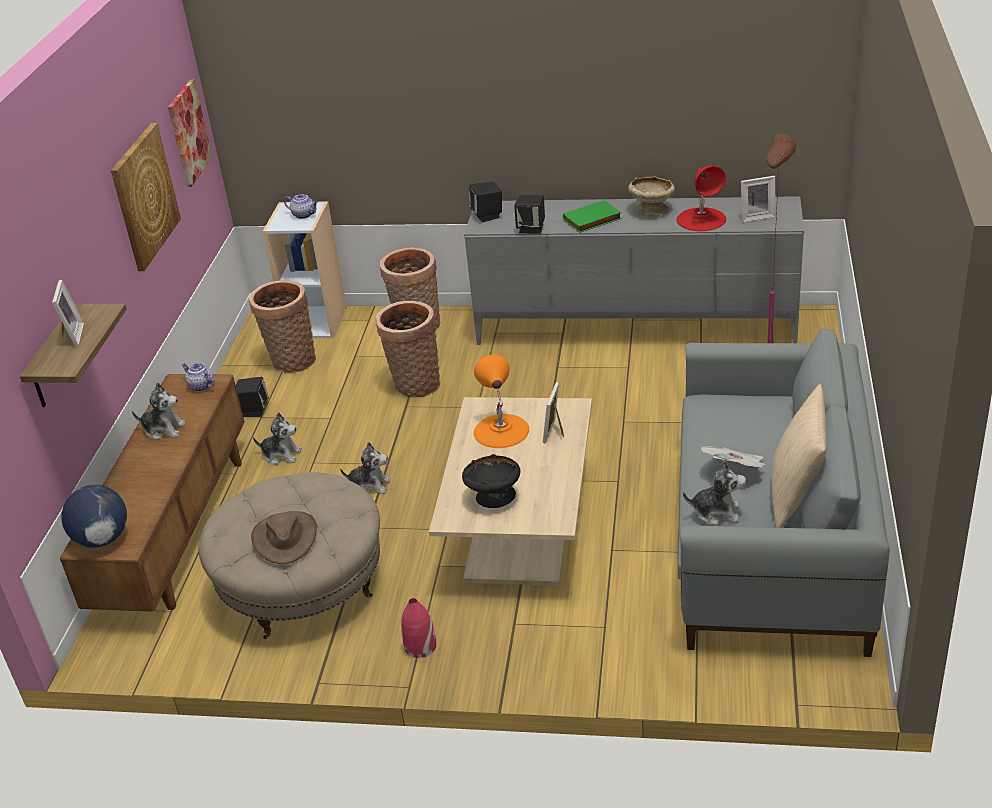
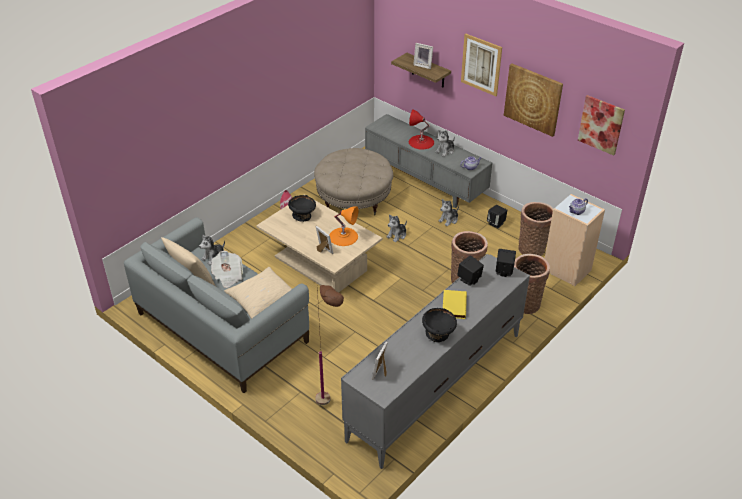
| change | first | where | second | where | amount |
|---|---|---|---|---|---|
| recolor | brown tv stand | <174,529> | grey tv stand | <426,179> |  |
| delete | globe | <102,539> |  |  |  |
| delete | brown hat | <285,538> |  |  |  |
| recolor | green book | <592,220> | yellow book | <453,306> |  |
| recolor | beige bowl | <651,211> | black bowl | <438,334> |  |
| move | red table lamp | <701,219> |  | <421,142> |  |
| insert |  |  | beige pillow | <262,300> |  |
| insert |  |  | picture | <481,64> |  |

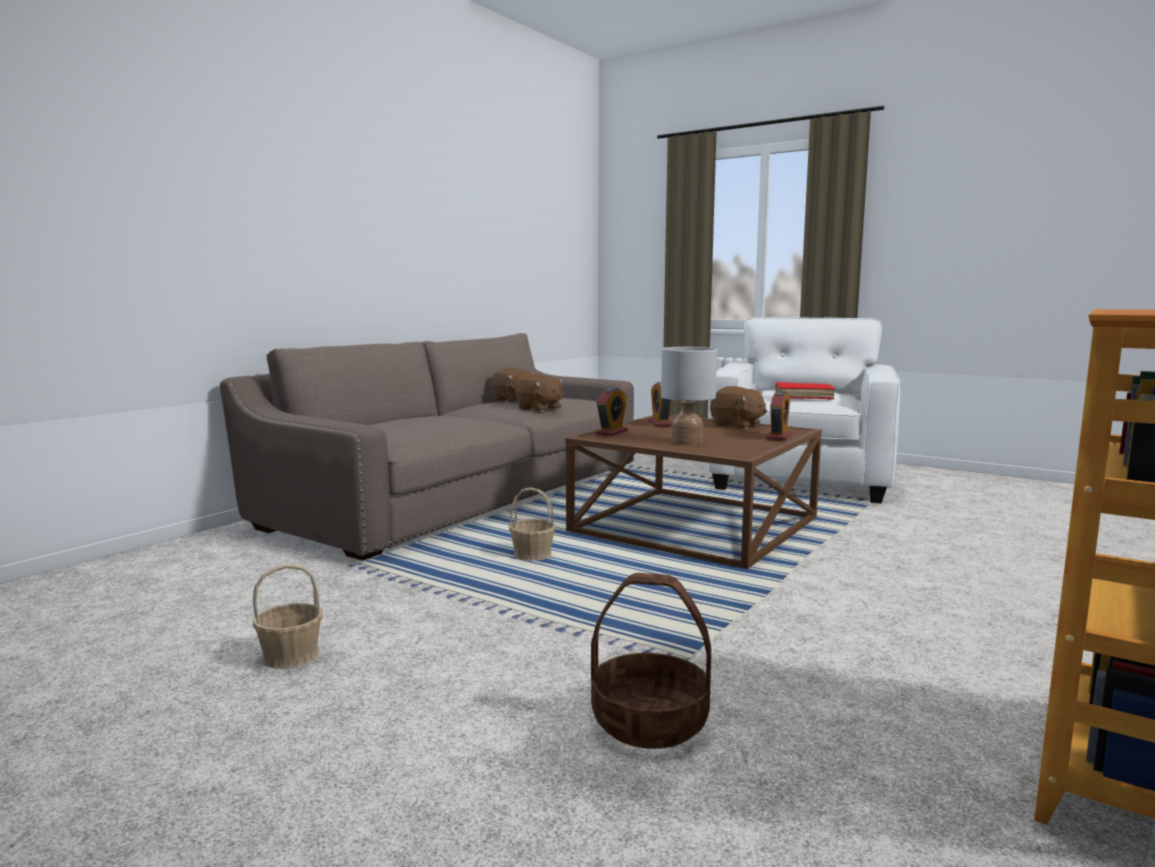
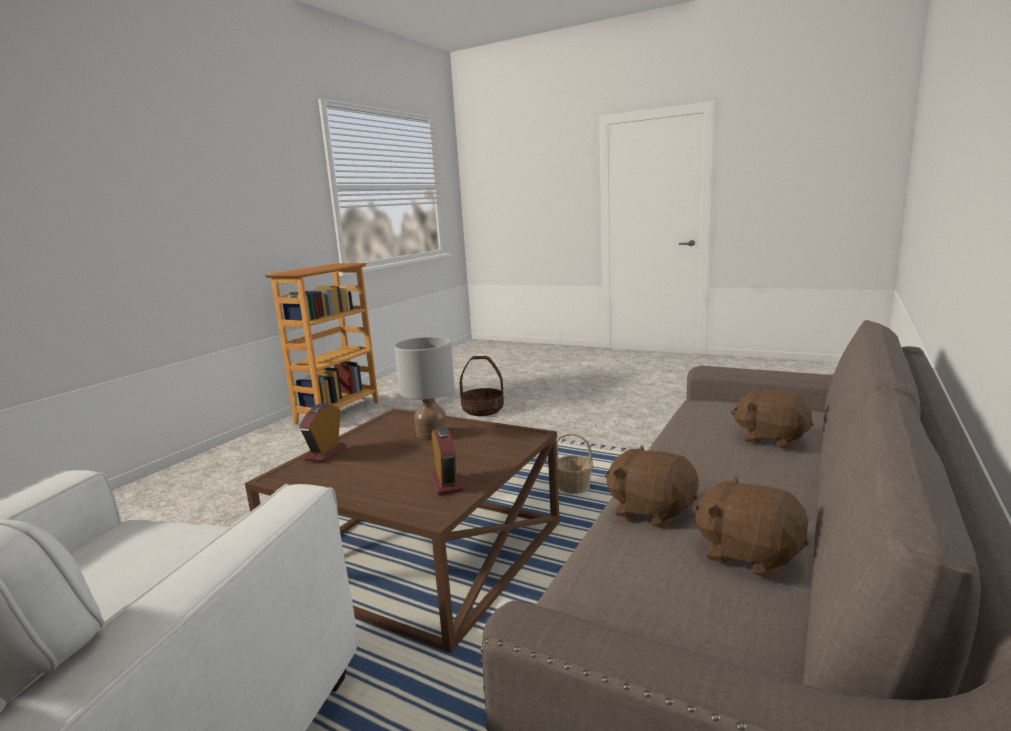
| change | first | where | second | where | amount |
|---|---|---|---|---|---|
| delete | basket | <291,656> |  |  |  |
| delete | alarm clock | <611,432> |  |  |  |
| move | brown plush toy | <737,425> |  | <771,438> |  |
| delete | red book | <803,397> |  |  |  |

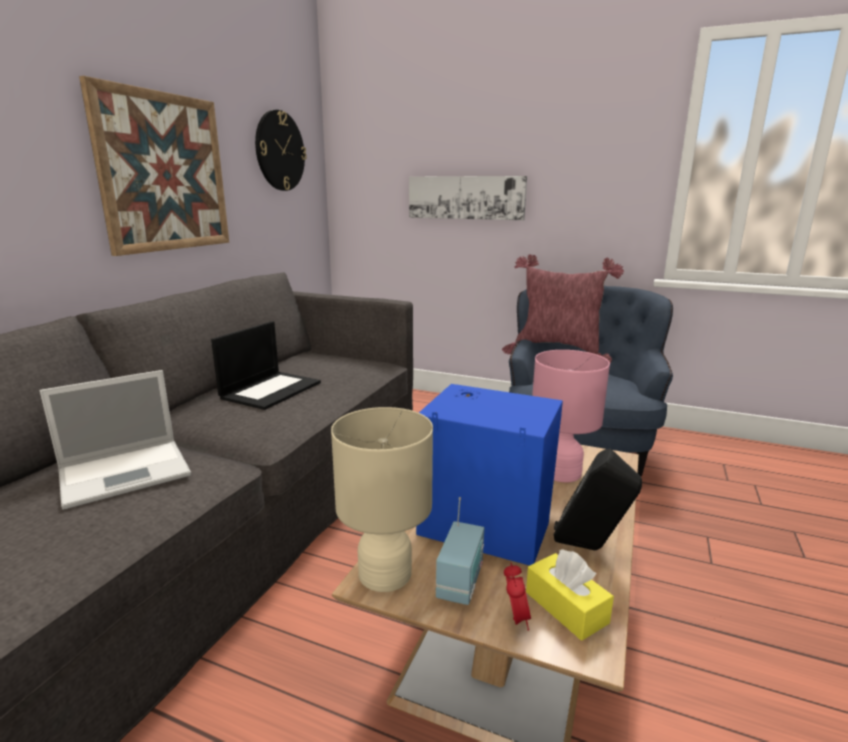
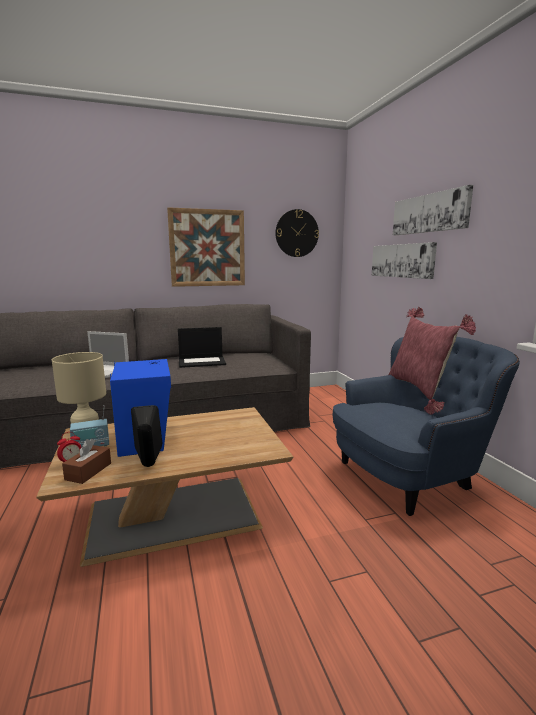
| change | first | where | second | where | amount |
|---|---|---|---|---|---|
| recolor | yellow tissue box | <566,607> | brown tissue box | <88,471> |  |
| delete | pink table lamp | <560,472> |  |  |  |
| insert |  |  | picture | <429,213> |  |

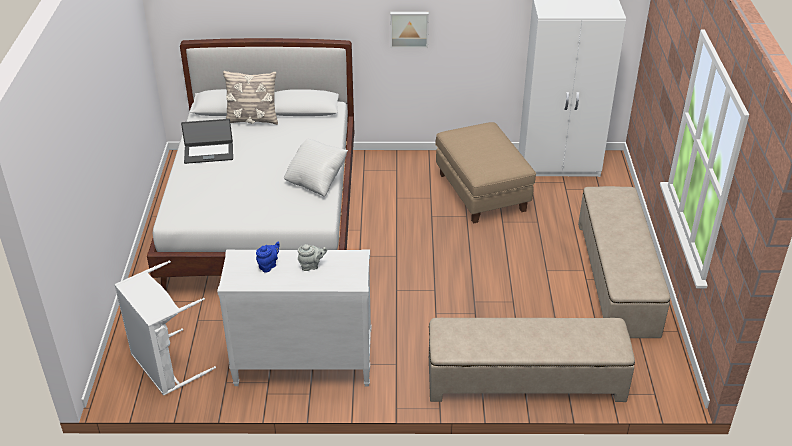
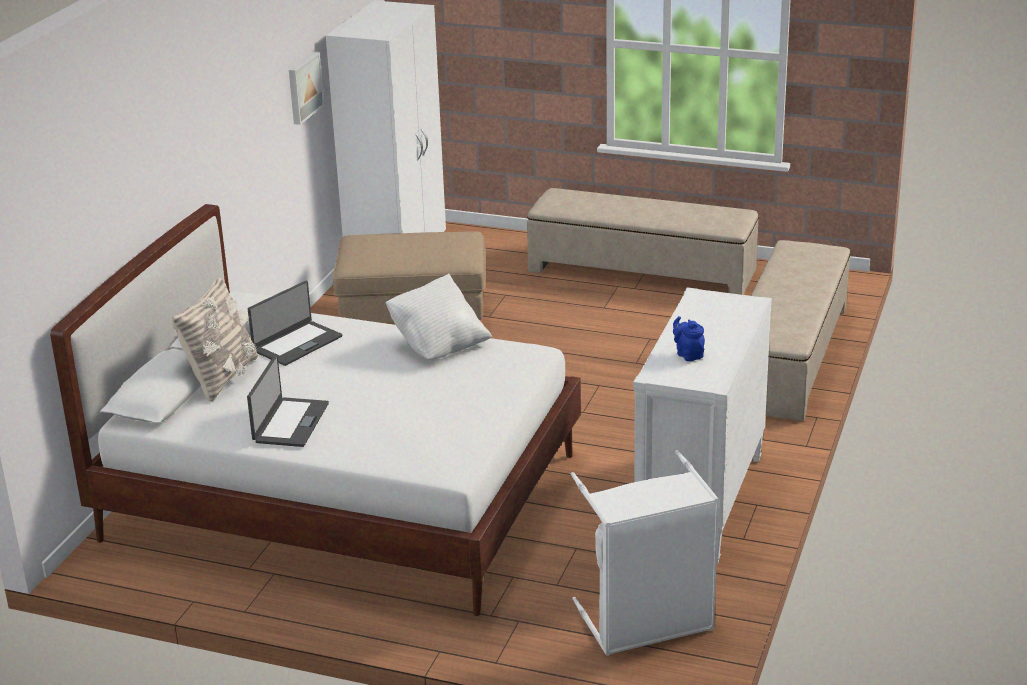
| change | first | where | second | where | amount |
|---|---|---|---|---|---|
| delete | grey teapot | <311,266> |  |  |  |
| move | picture | <409,29> |  | <303,87> |  |
| insert |  |  | laptop | <296,343> |  |

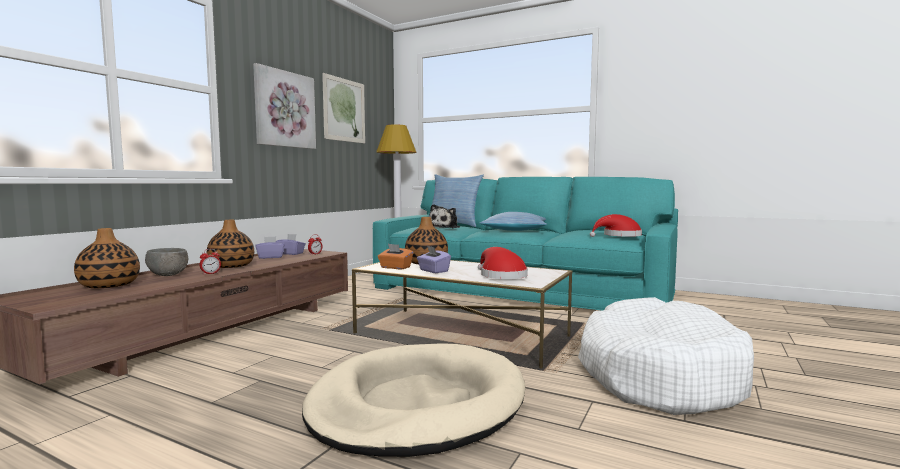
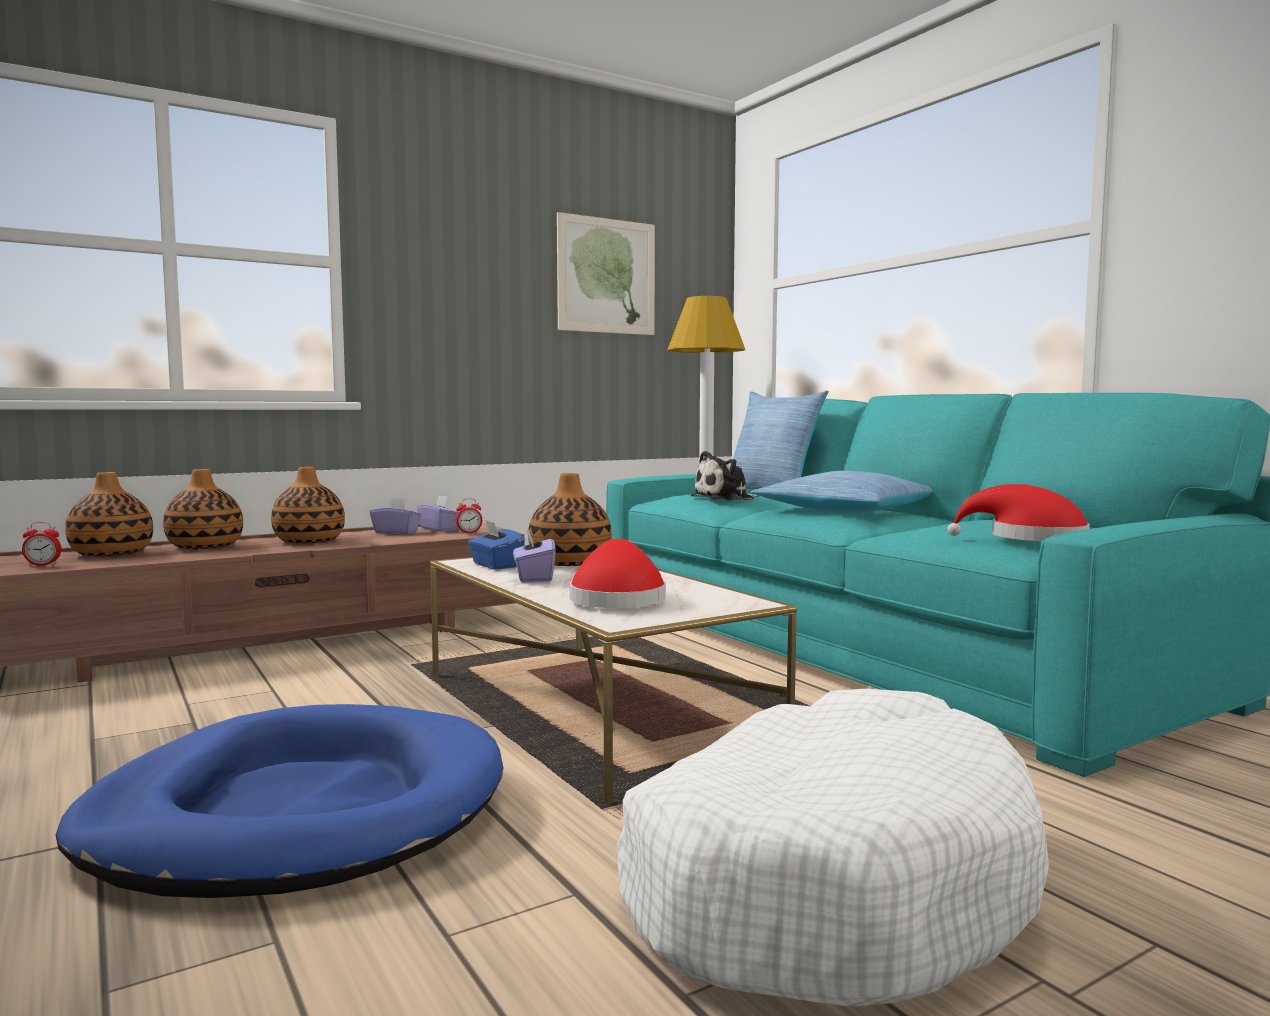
| change | first | where | second | where | amount |
|---|---|---|---|---|---|
| replace | grey bowl | <168,275> | vase | <204,547> |  |
| move | alarm clock | <210,273> |  | <43,565> |  |
| delete | picture | <284,109> |  |  |  |
| recolor | beige dog bed | <417,404> | blue dog bed | <298,812> |  |
| recolor | orange tissue box | <395,267> | blue tissue box | <495,565> |  |

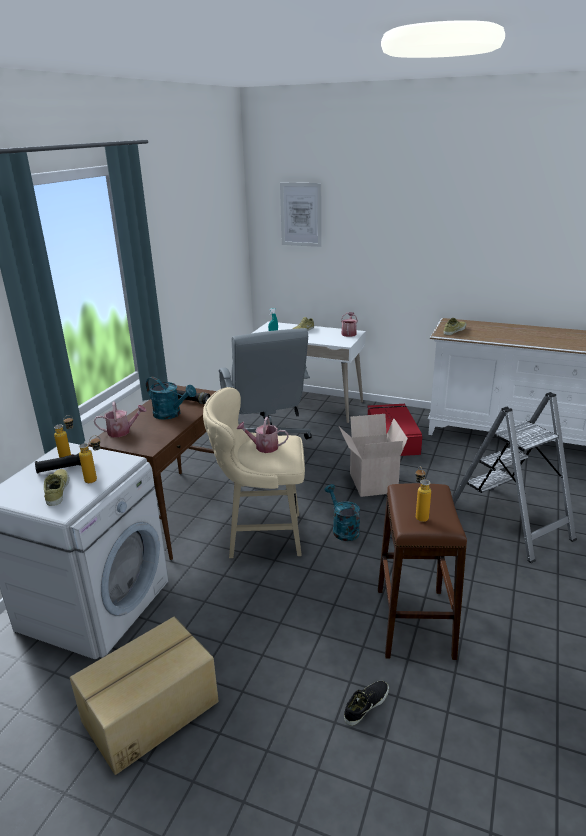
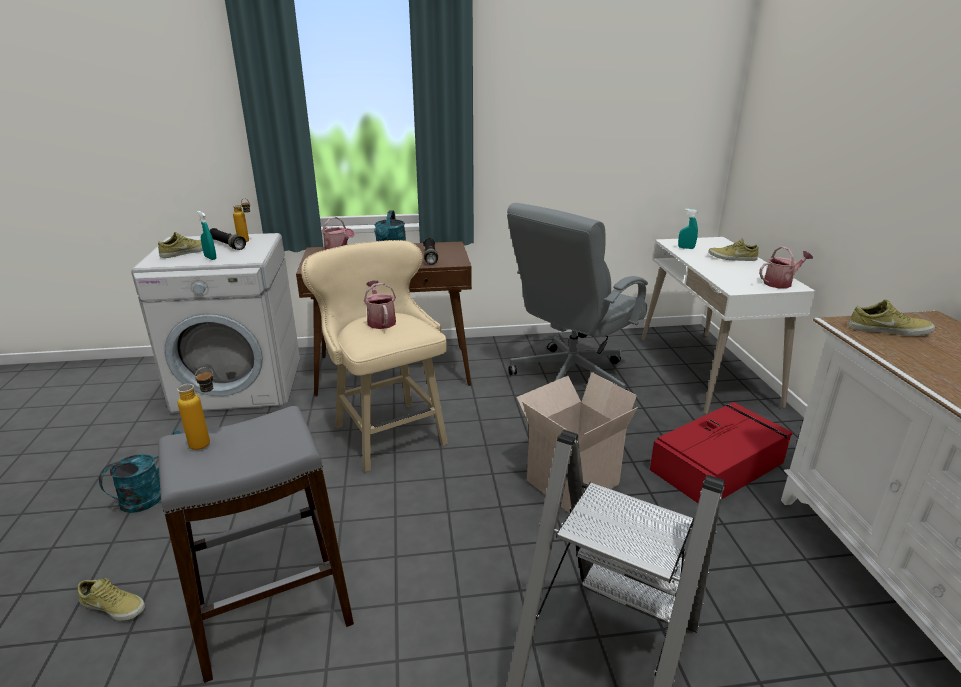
| change | first | where | second | where | amount |
|---|---|---|---|---|---|
| delete | cardboard box | <149,711> |  |  |  |
| replace | bottle | <96,479> | turquoise spray bottle | <210,258> |  |
| delete | picture | <301,214> |  |  |  |
| move | turquoise watering can | <343,529> |  | <150,494> |  |
| recolor | black shoe | <365,704> | beige shoe | <115,605> |  |
| recolor | brown stool | <414,622> | grey stool | <274,612> |  |

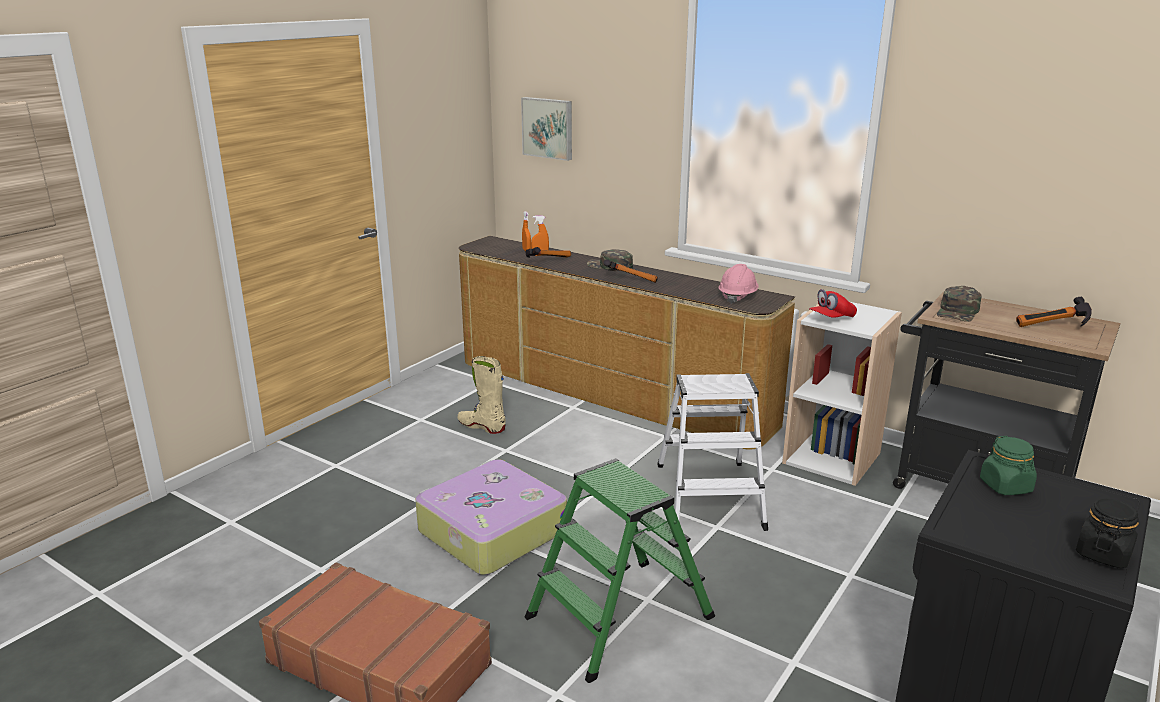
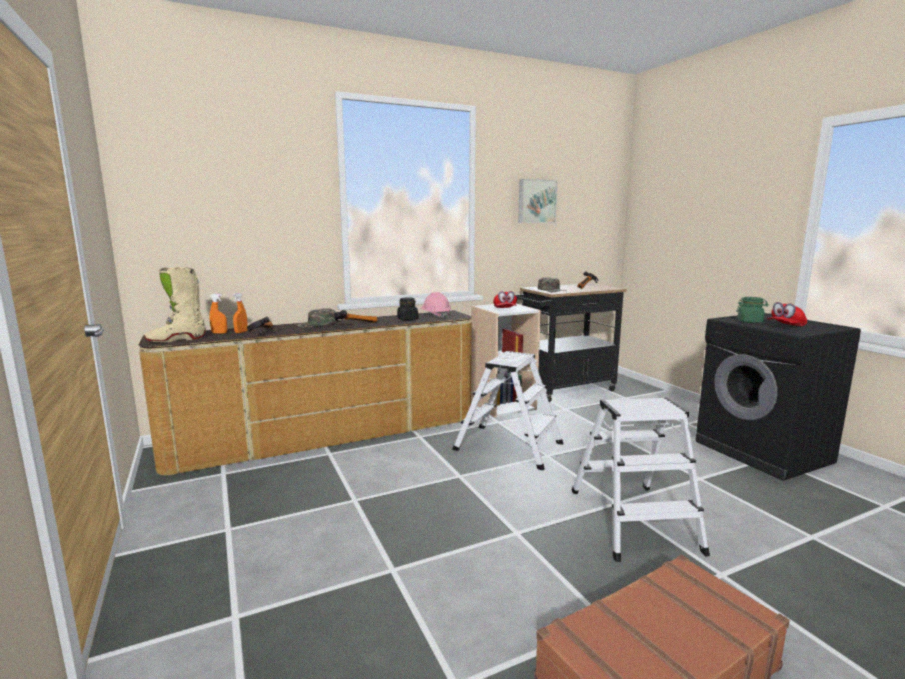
| change | first | where | second | where | amount |
|---|---|---|---|---|---|
| delete | suitcase | <490,531> |  |  |  |
| move | beige boot | <482,426> |  | <176,339> |  |
| move | picture | <548,128> |  | <536,201> |  |
| recolor | green step ladder | <619,617> | white step ladder | <633,519> |  |
| move | black jar | <1103,554> |  | <407,319> |  |
| insert |  |  | red cap | <785,327> |  |

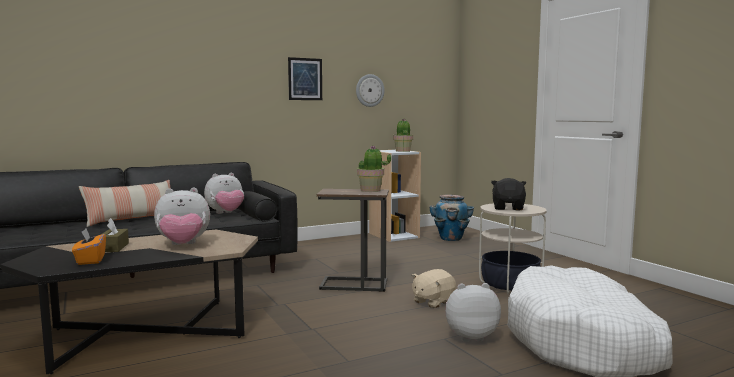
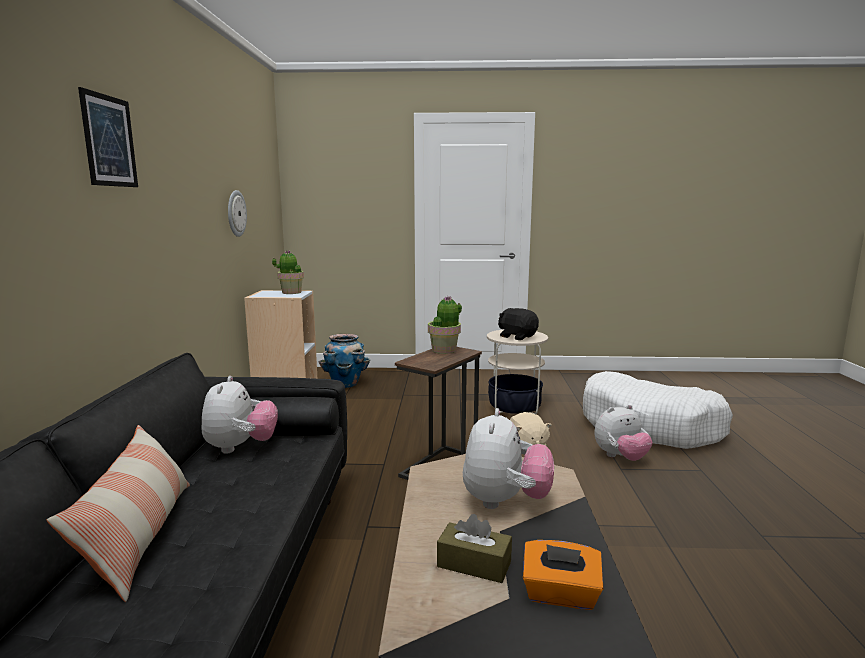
| change | first | where | second | where | amount |
|---|---|---|---|---|---|
| move | picture | <305,79> |  | <109,141> |  |
| rotate | plush toy | <470,336> |  | <620,457> | 135 degrees counterclockwise |

